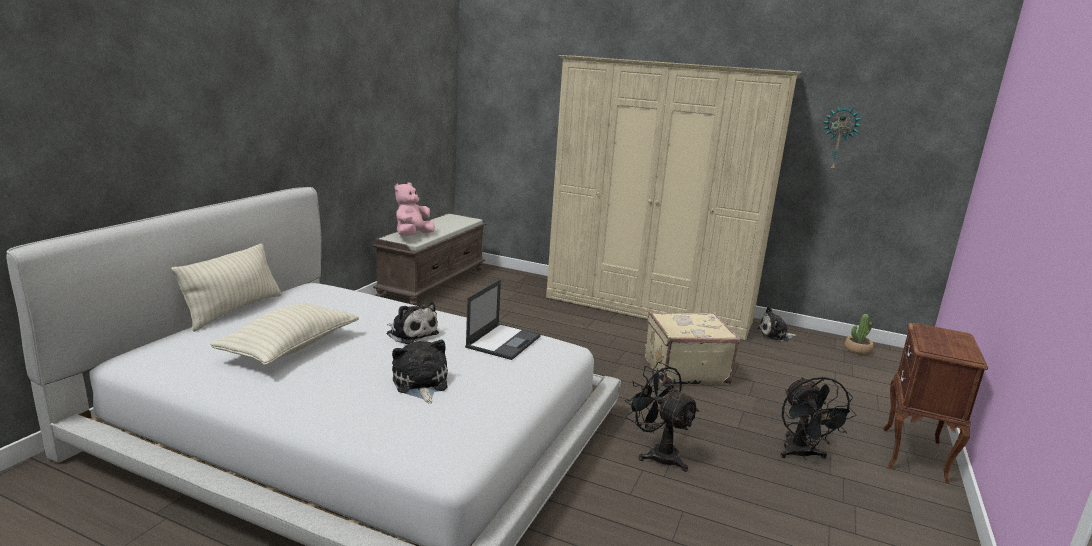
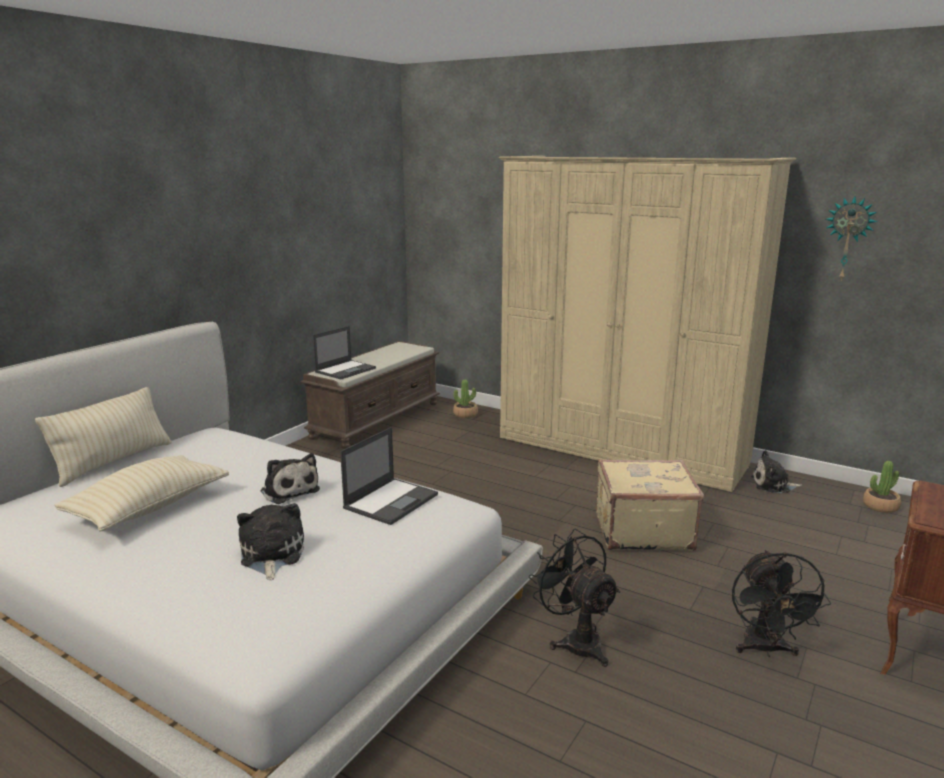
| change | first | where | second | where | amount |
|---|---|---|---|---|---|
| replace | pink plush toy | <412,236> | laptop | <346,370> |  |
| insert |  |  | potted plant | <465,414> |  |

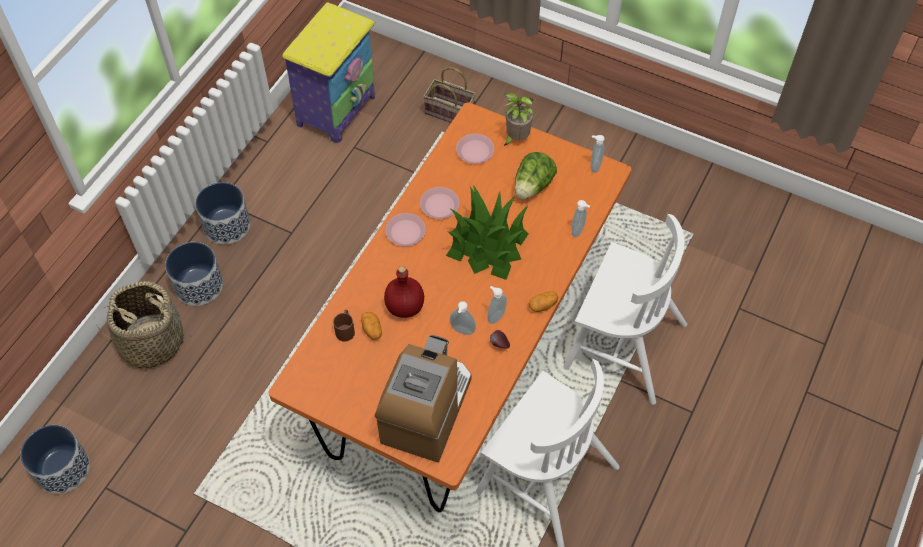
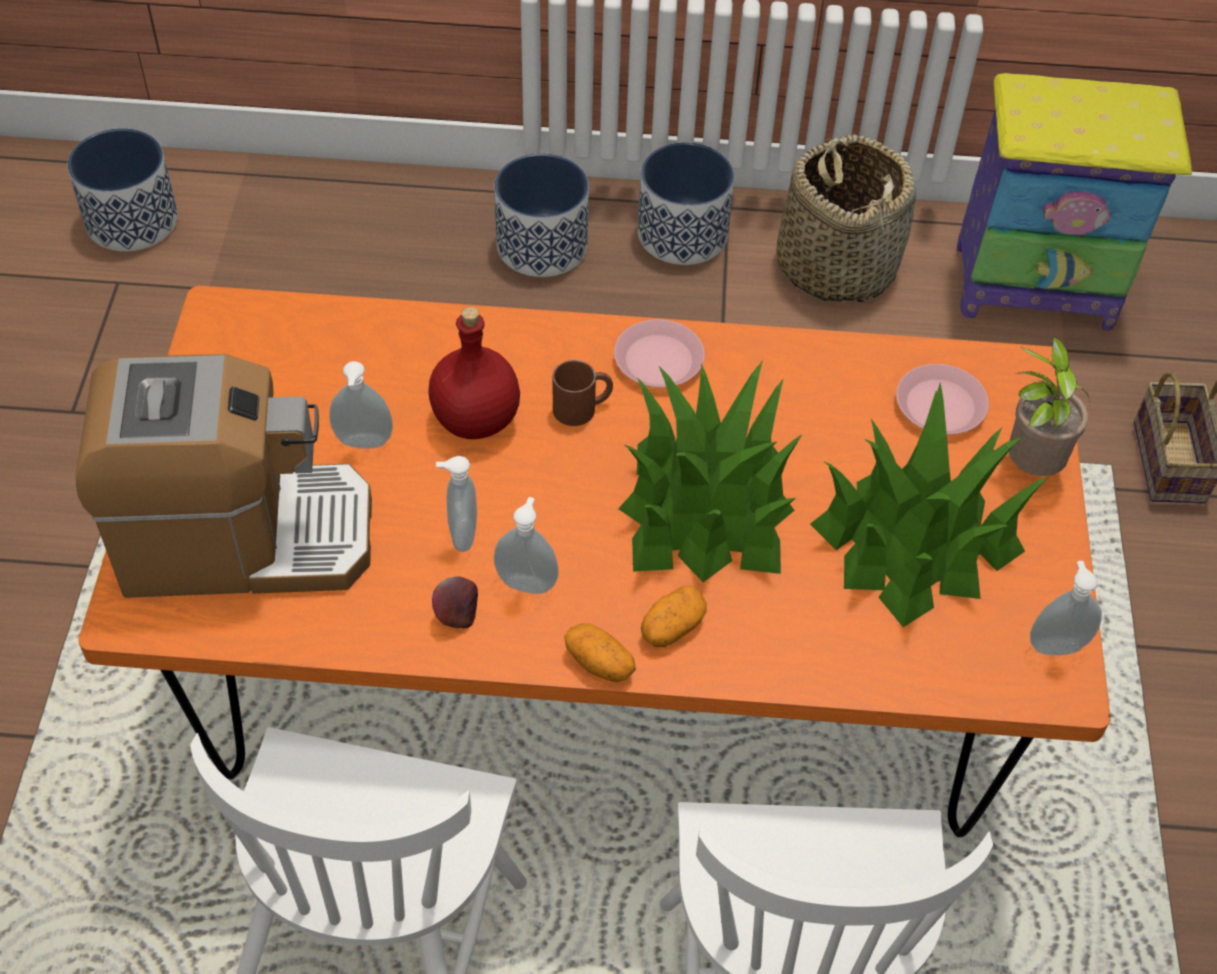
| change | first | where | second | where | amount |
|---|---|---|---|---|---|
| move | basket | <151,342> |  | <836,265> |  |
| move | brown mug | <345,329> |  | <582,407> |  |
| move | potato | <372,330> |  | <672,627> |  |
| delete | pink plate | <439,205> |  |  |  |
| replace | lettuce | <533,186> | potted plant | <915,541> |  |
| move | soap dispenser | <578,231> |  | <363,444> |  |

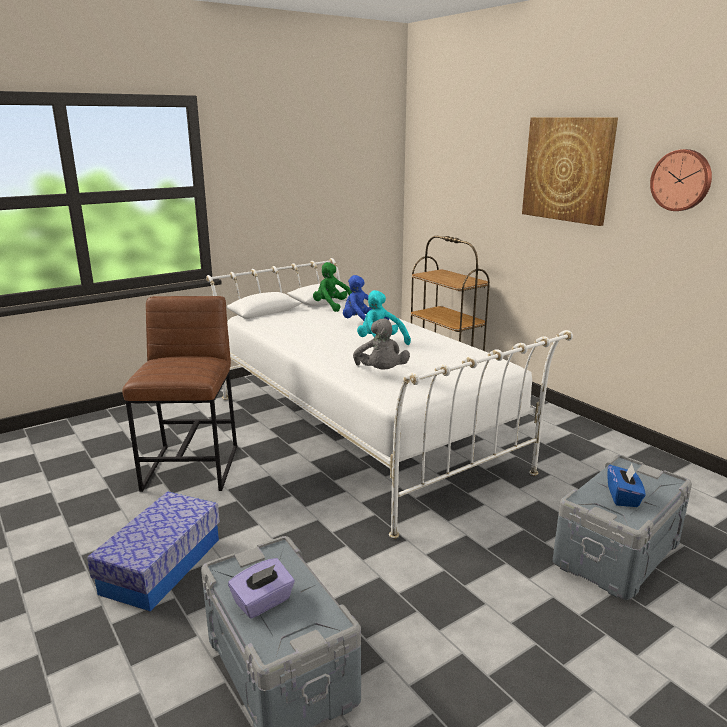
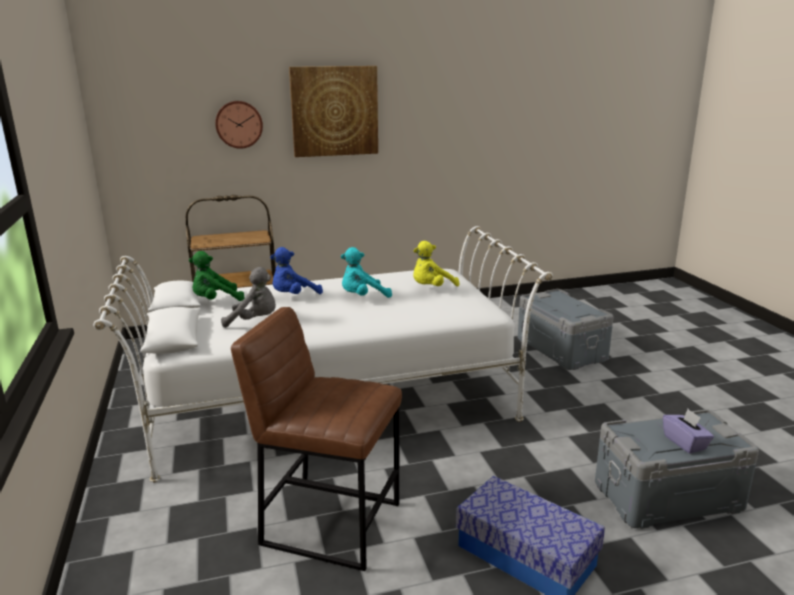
| change | first | where | second | where | amount |
|---|---|---|---|---|---|
| move | grey plush toy | <381,372> |  | <255,321> |  |
| delete | blue tissue box | <623,497> |  |  |  |
| move | wall clock | <681,180> |  | <239,124> |  |
| insert |  |  | yellow plush toy | <431,288> |  |

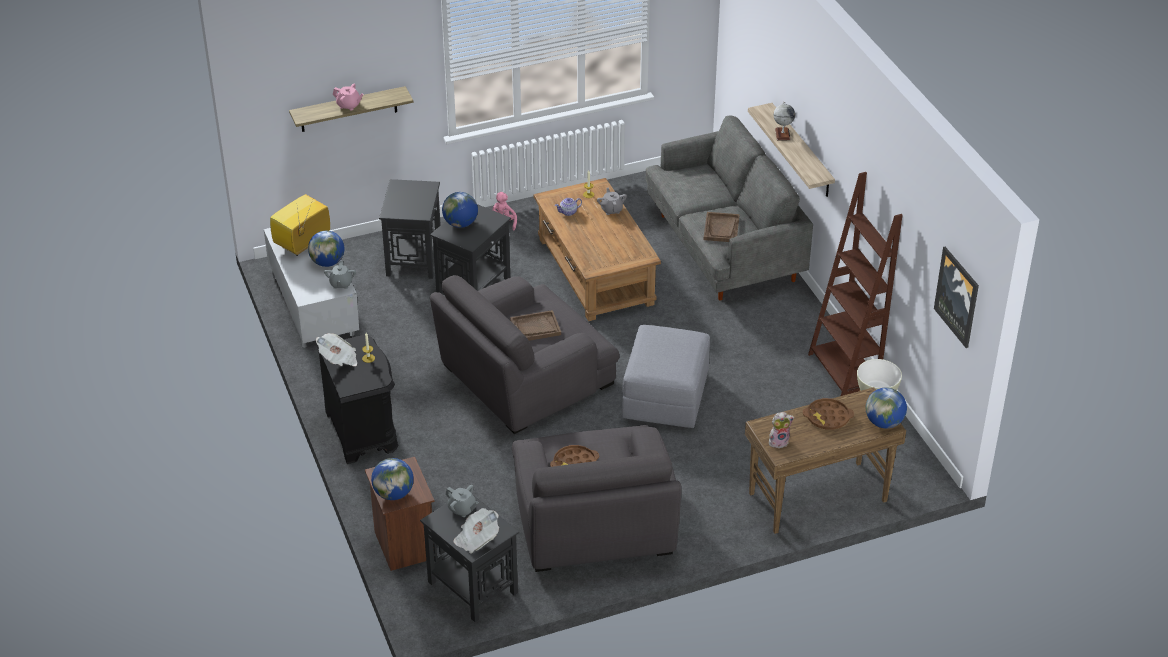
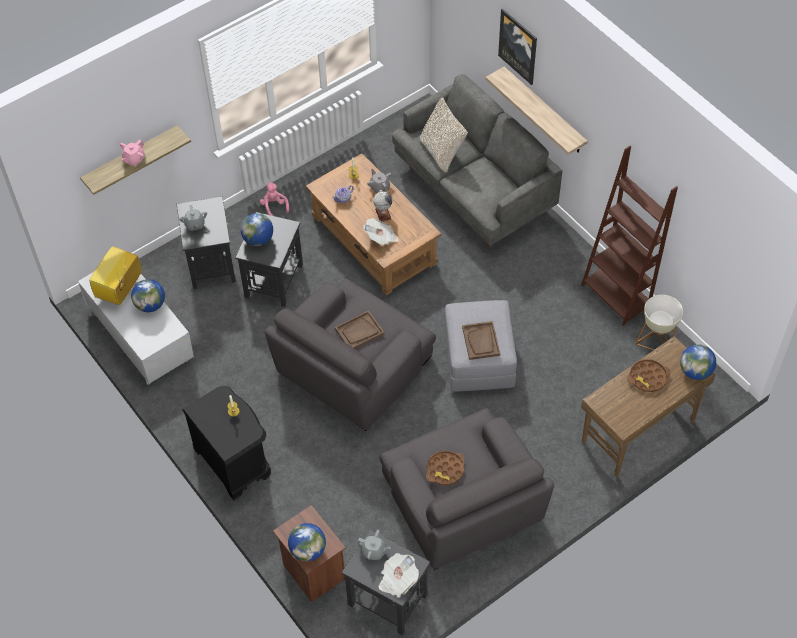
| change | first | where | second | where | amount |
|---|---|---|---|---|---|
| move | newspaper | <338,359> |  | <381,238> |  |
| move | grey teapot | <341,284> |  | <195,225> |  |
| rotate | pink teapot | <349,105> |  | <134,159> | 120 degrees clockwise |
| move | brown tray | <721,228> |  | <481,341> |  |
| delete | plush toy | <779,441> |  |  |  |
| move | globe | <782,134> |  | <383,214> |  |
| move | picture | <957,296> |  | <518,46> |  |
| insert |  |  | beige pillow | <442,151> |  |

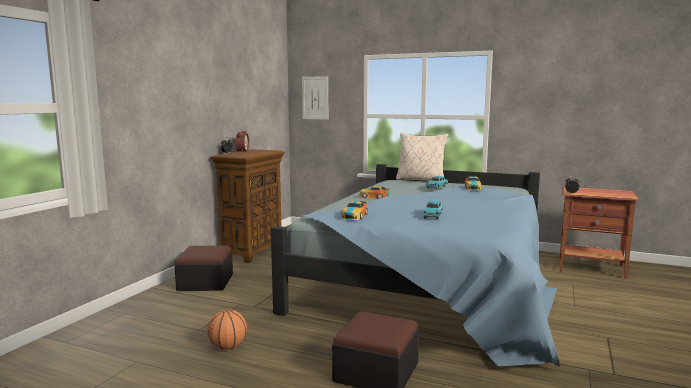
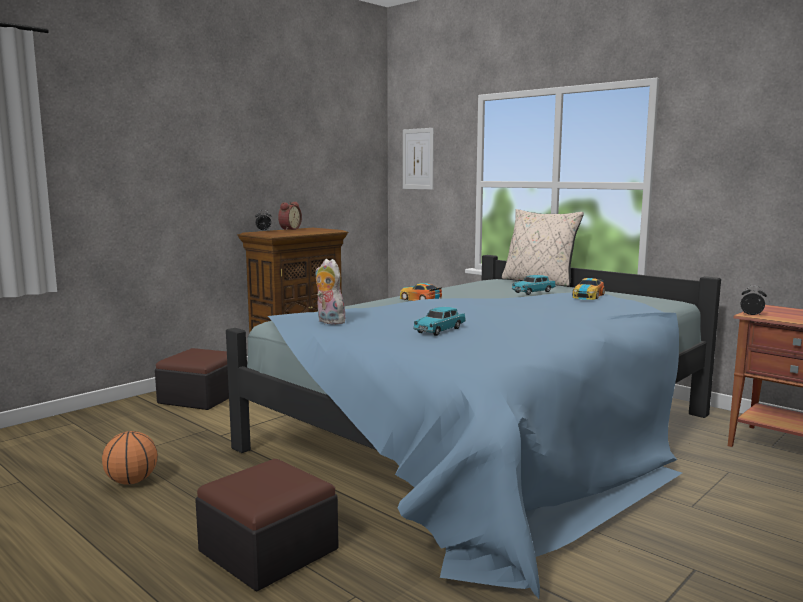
| change | first | where | second | where | amount |
|---|---|---|---|---|---|
| replace | toy car | <354,216> | plush toy | <328,322> |  |

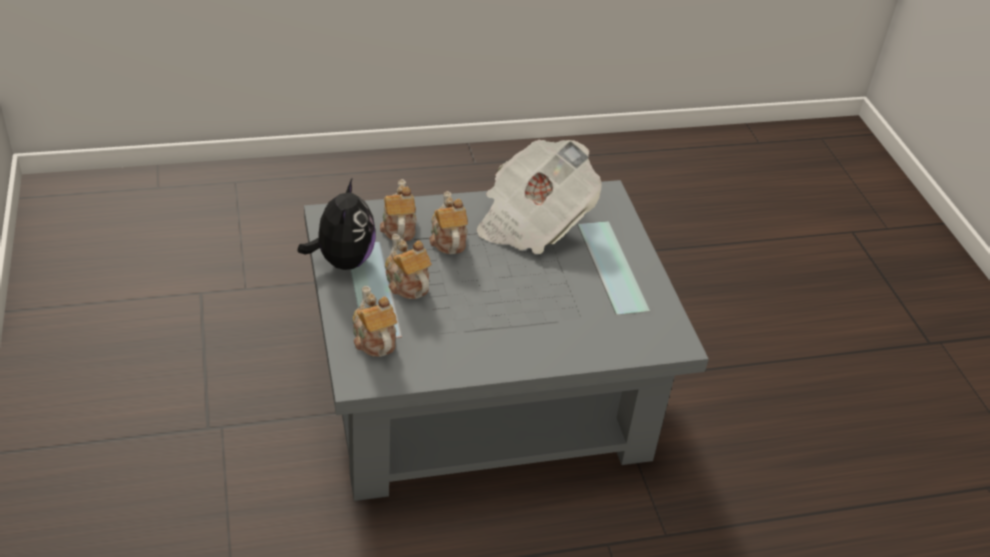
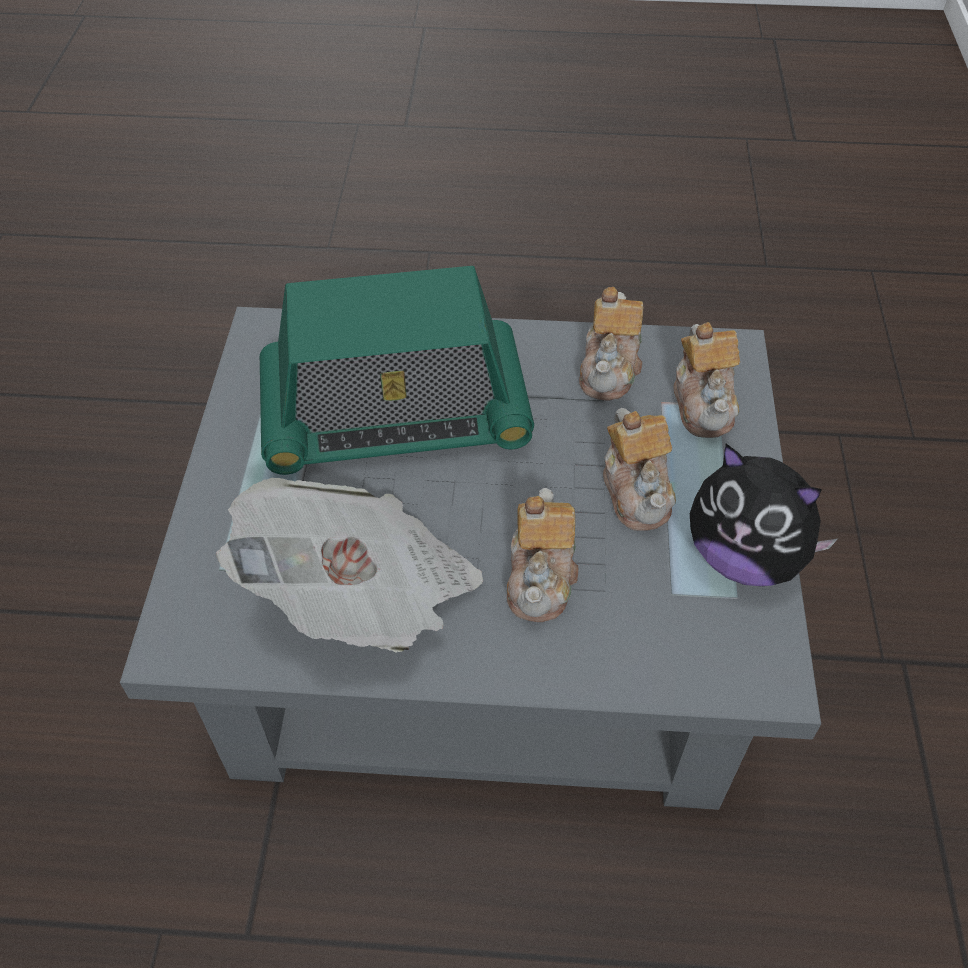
| change | first | where | second | where | amount |
|---|---|---|---|---|---|
| rotate | plush toy | <342,260> |  | <744,557> | 75 degrees counterclockwise |
| move | teapot | <398,227> |  | <610,369> |  |
| insert |  |  | radio | <395,415> |  |

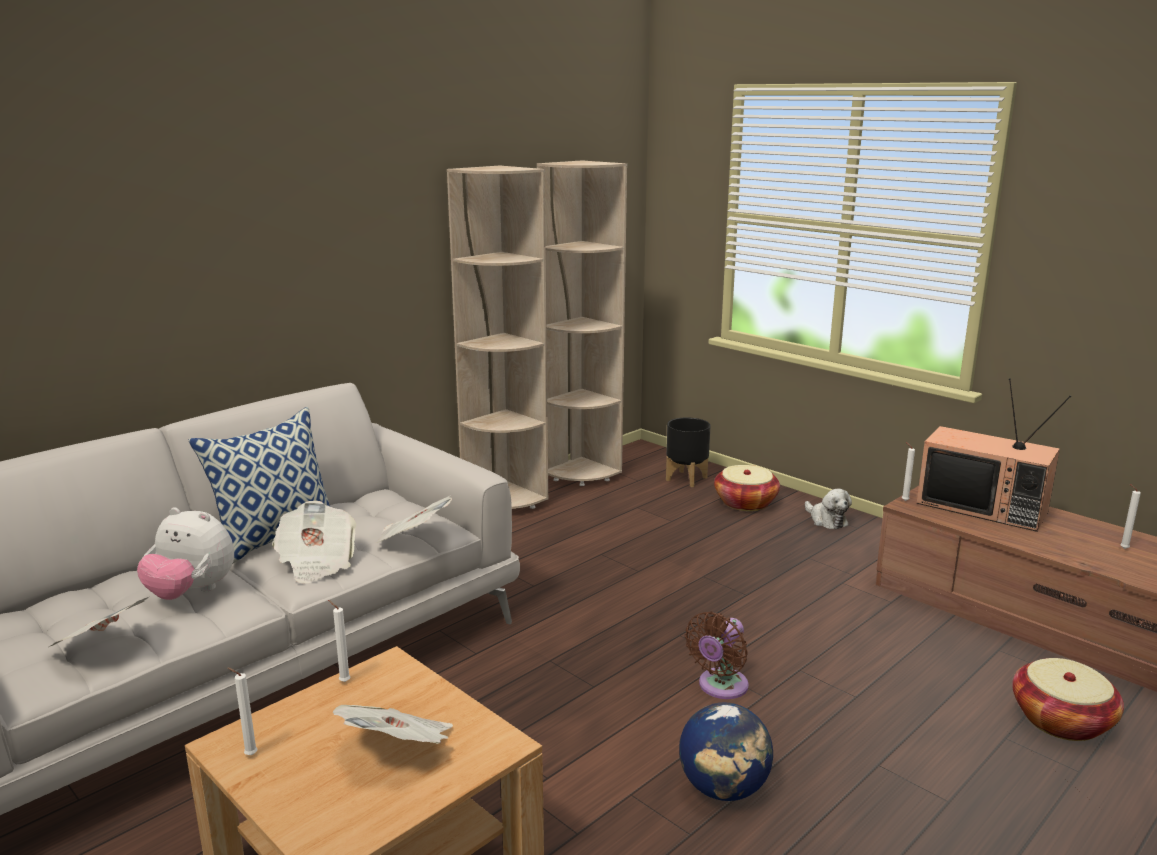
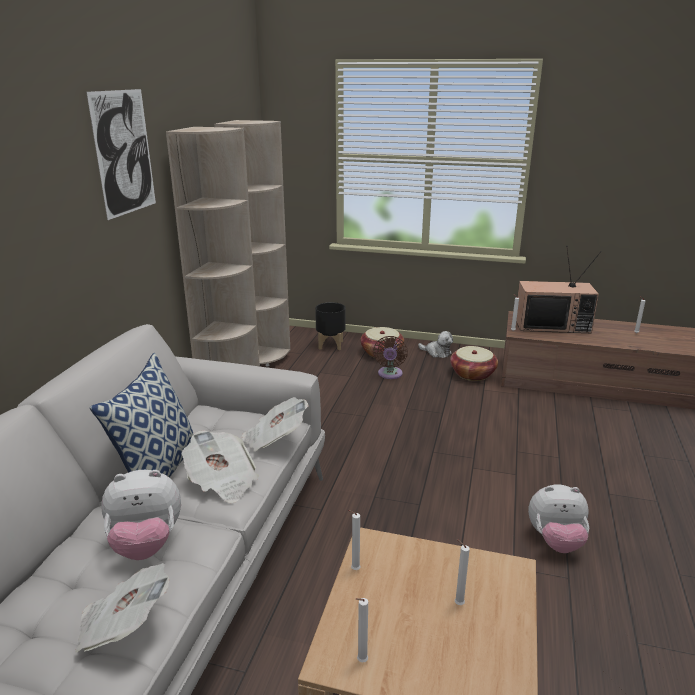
| change | first | where | second | where | amount |
|---|---|---|---|---|---|
| replace | newspaper | <400,748> | white candle | <457,603> |  |
| replace | globe | <723,789> | plush toy | <555,541> |  |
| move | brown fan | <720,687> |  | <390,374> |  |
| move | basket | <1061,720> |  | <472,374> |  |
| insert |  |  | picture | <124,153> |  |

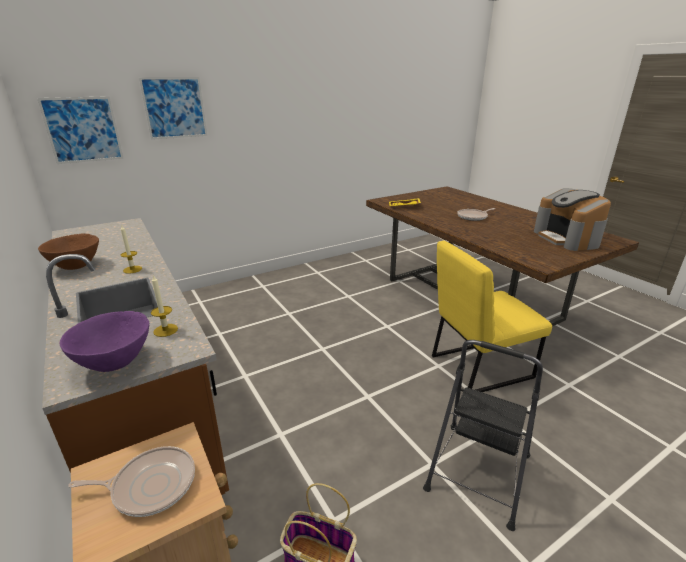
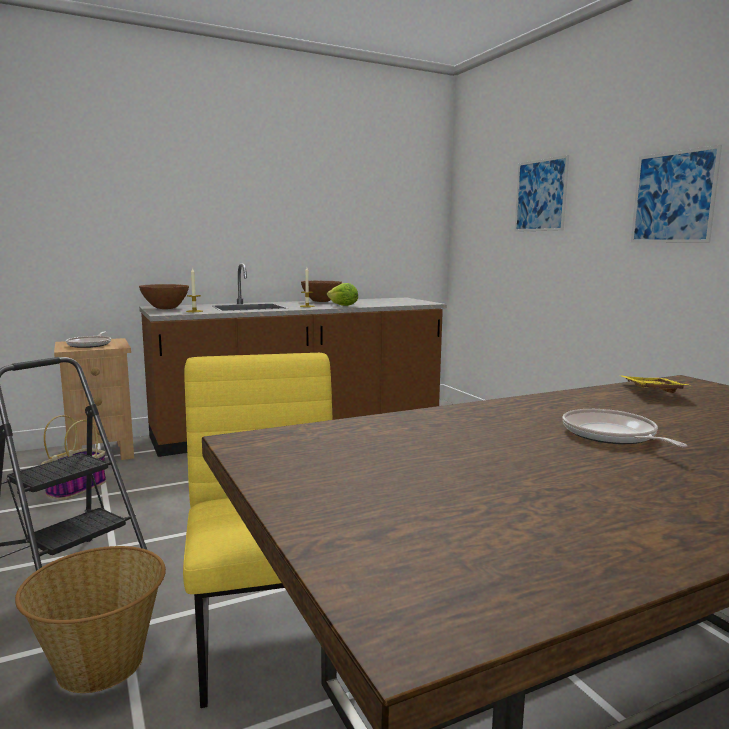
| change | first | where | second | where | amount |
|---|---|---|---|---|---|
| move | picture | <83,130> |  | <673,197> |  |
| recolor | purple bowl | <115,363> | brown bowl | <165,308> |  |
| delete | coffee machine | <567,238> |  |  |  |
| insert |  |  | basket | <101,665> |  |
| insert |  |  | lettuce | <343,306> |  |

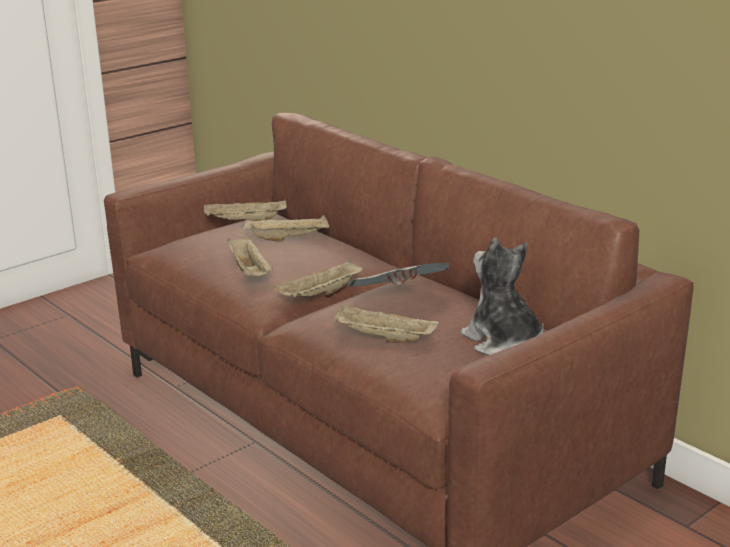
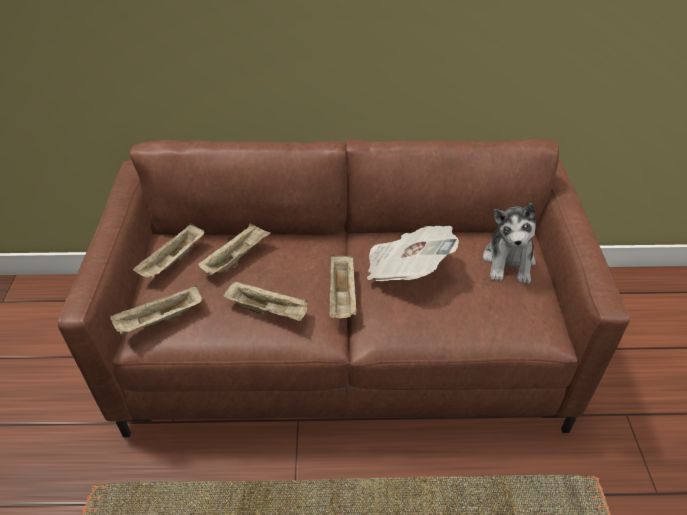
| change | first | where | second | where | amount |
|---|---|---|---|---|---|
| move | beige tray | <383,338> |  | <159,320> |  |
| rotate | plush toy | <502,342> |  | <509,262> | 90 degrees counterclockwise |

